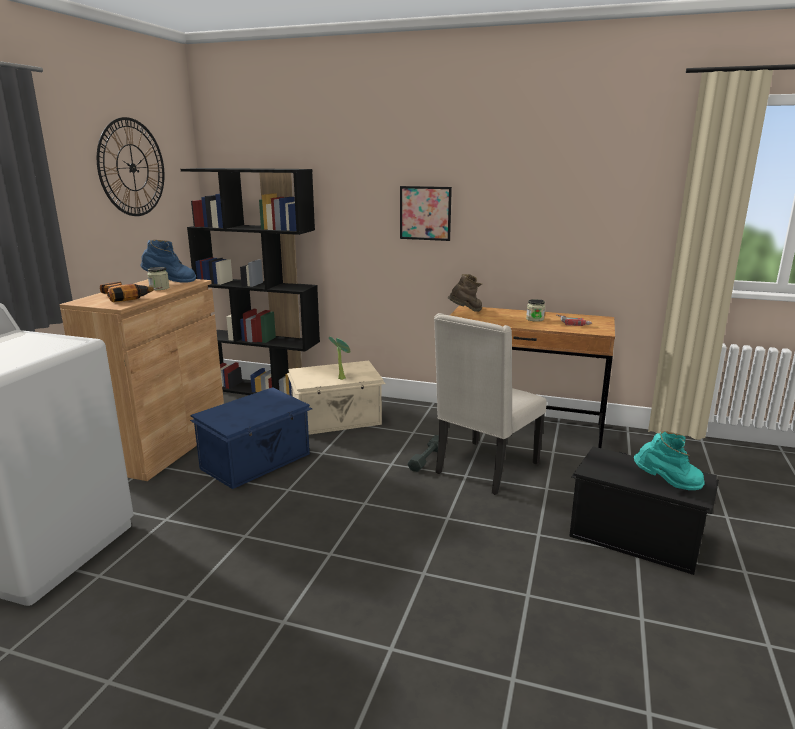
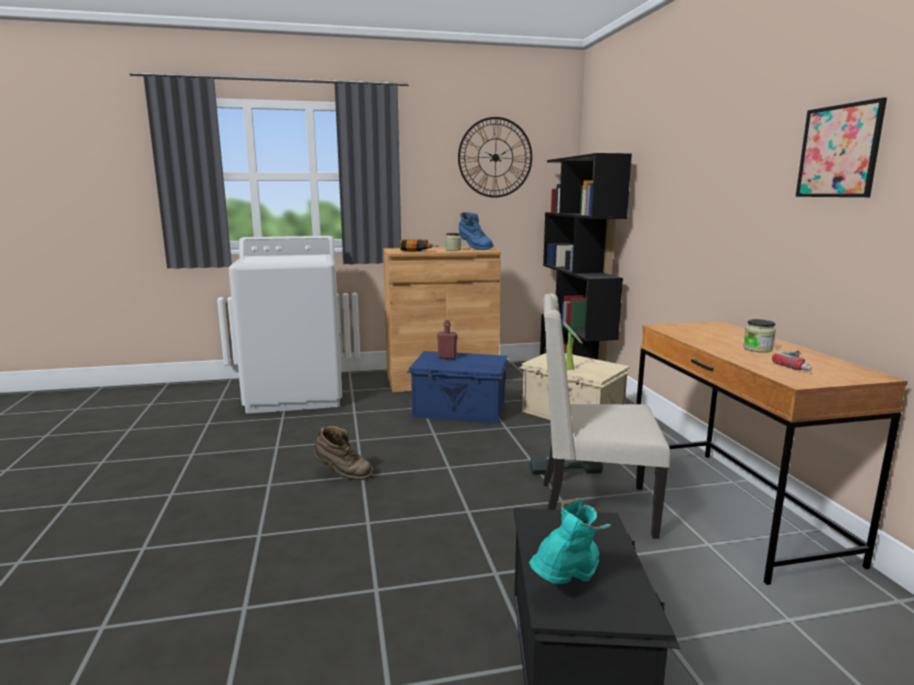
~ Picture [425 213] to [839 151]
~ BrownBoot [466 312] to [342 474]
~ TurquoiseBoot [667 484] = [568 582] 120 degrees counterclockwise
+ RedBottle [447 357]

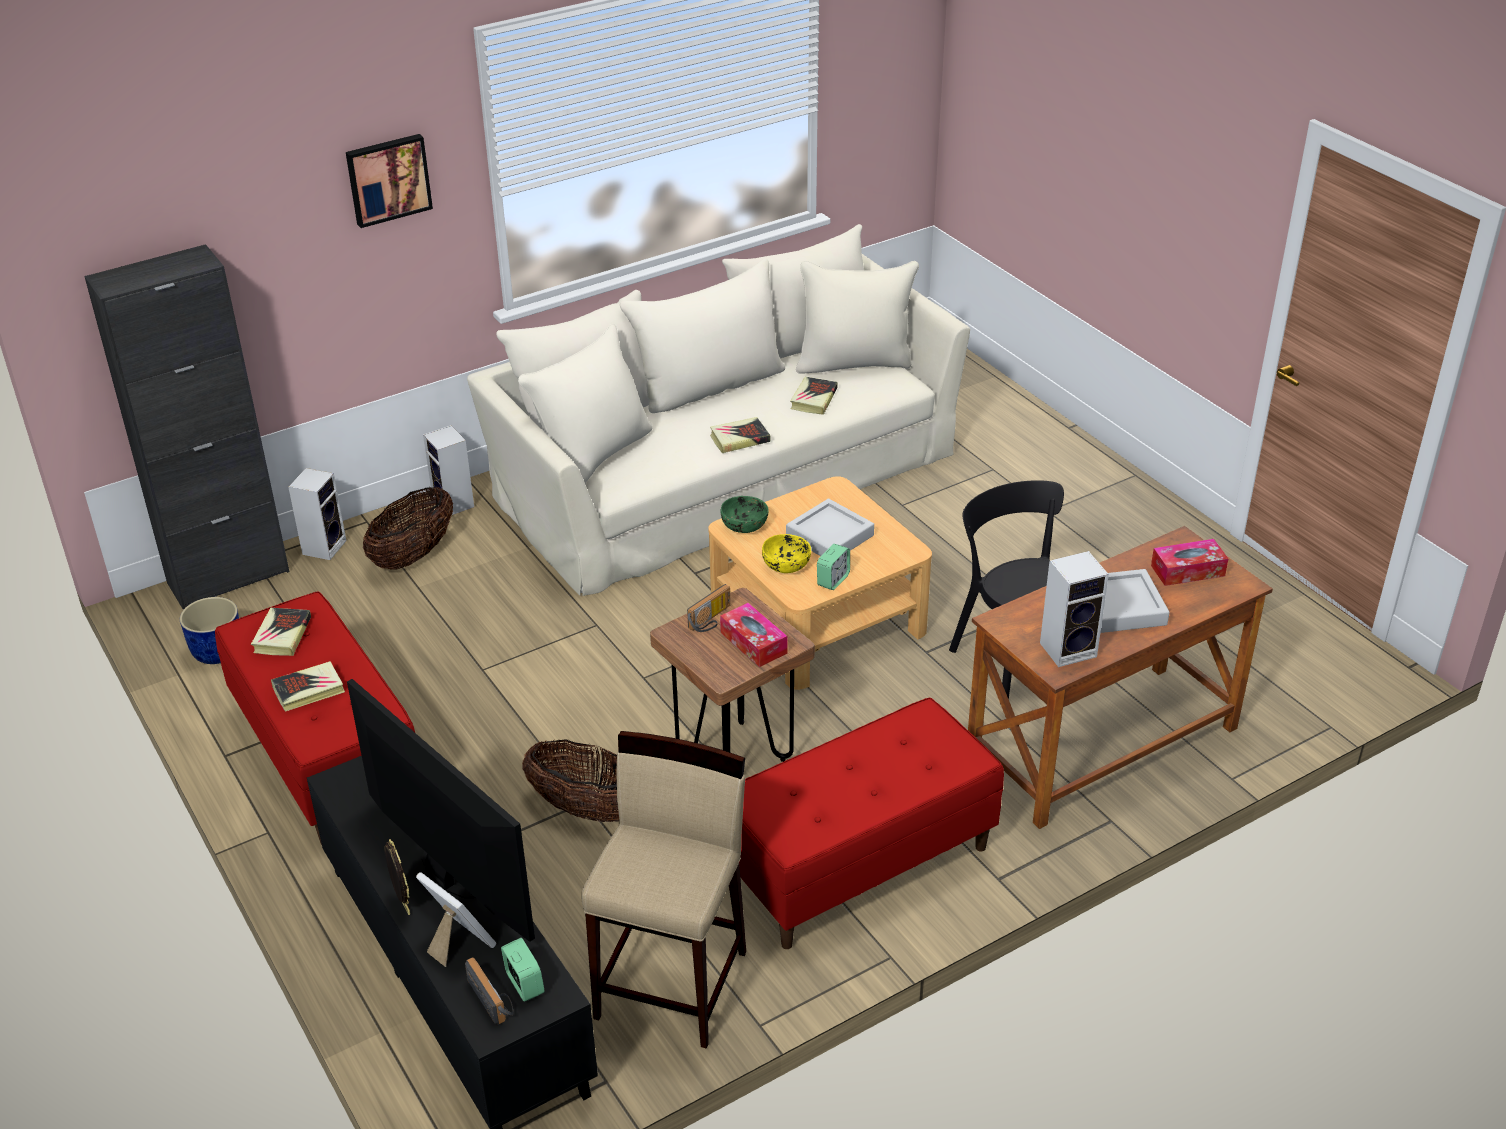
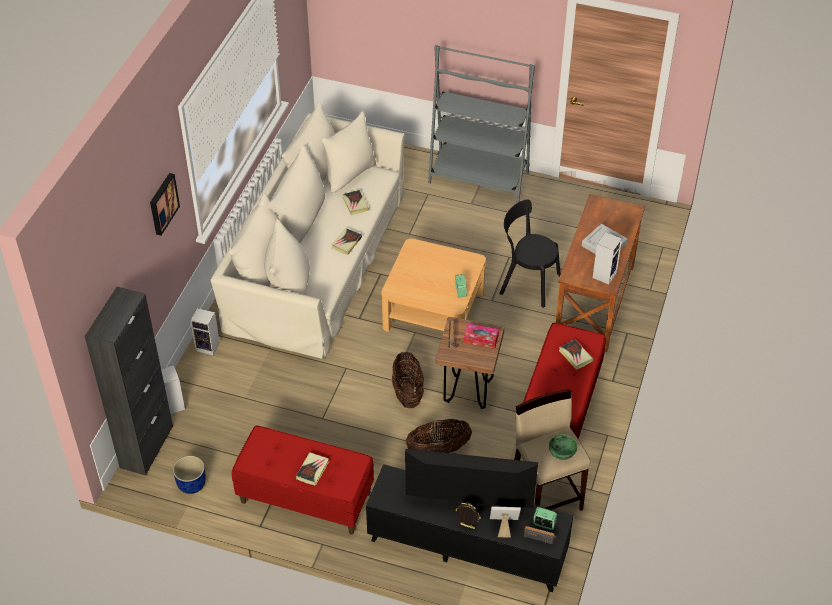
~ Book [282 635] to [575 356]
~ Basket [413 555] to [408 392]
~ GreenBowl [745 525] to [562 452]
- YellowBowl [786 565]
- GreyTray [829 536]
- TissueBox [1187 570]
+ GreyBookcase [478 178]

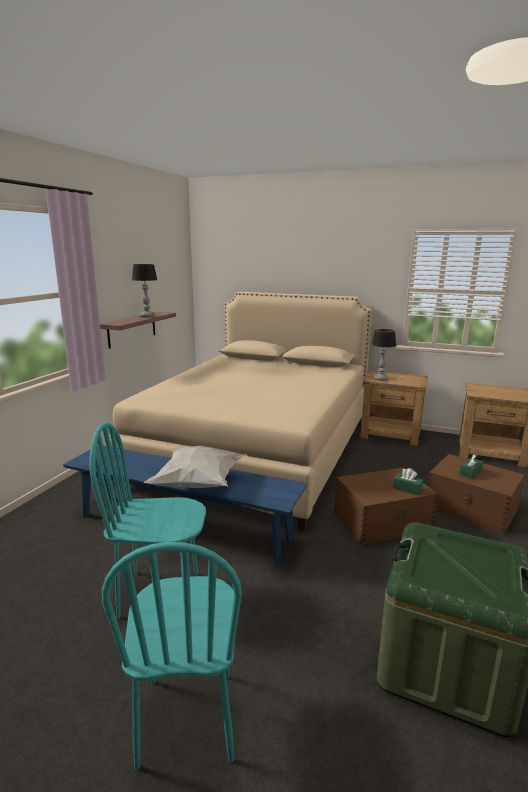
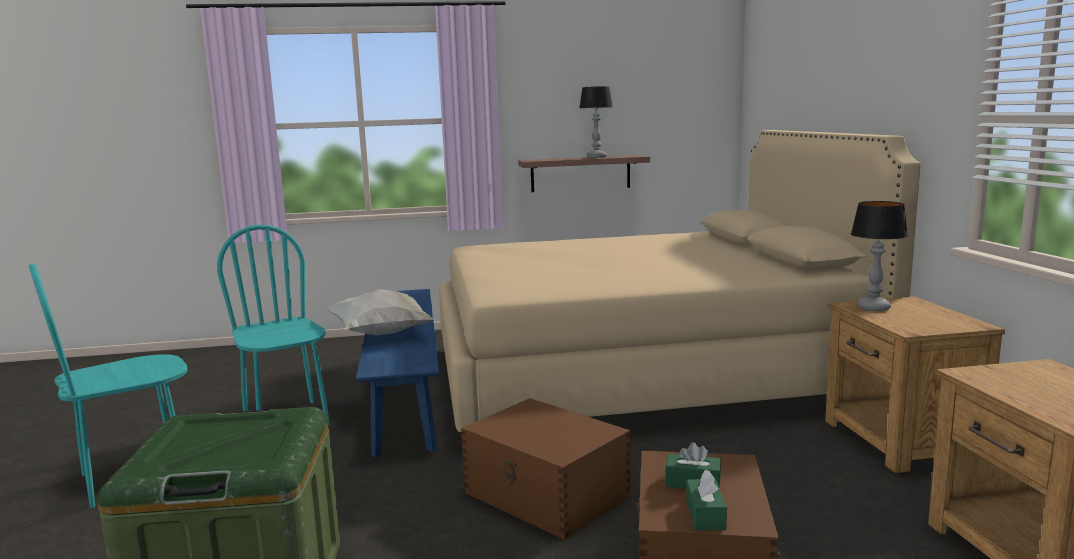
~ GreenTissueBox [407 488] to [705 515]

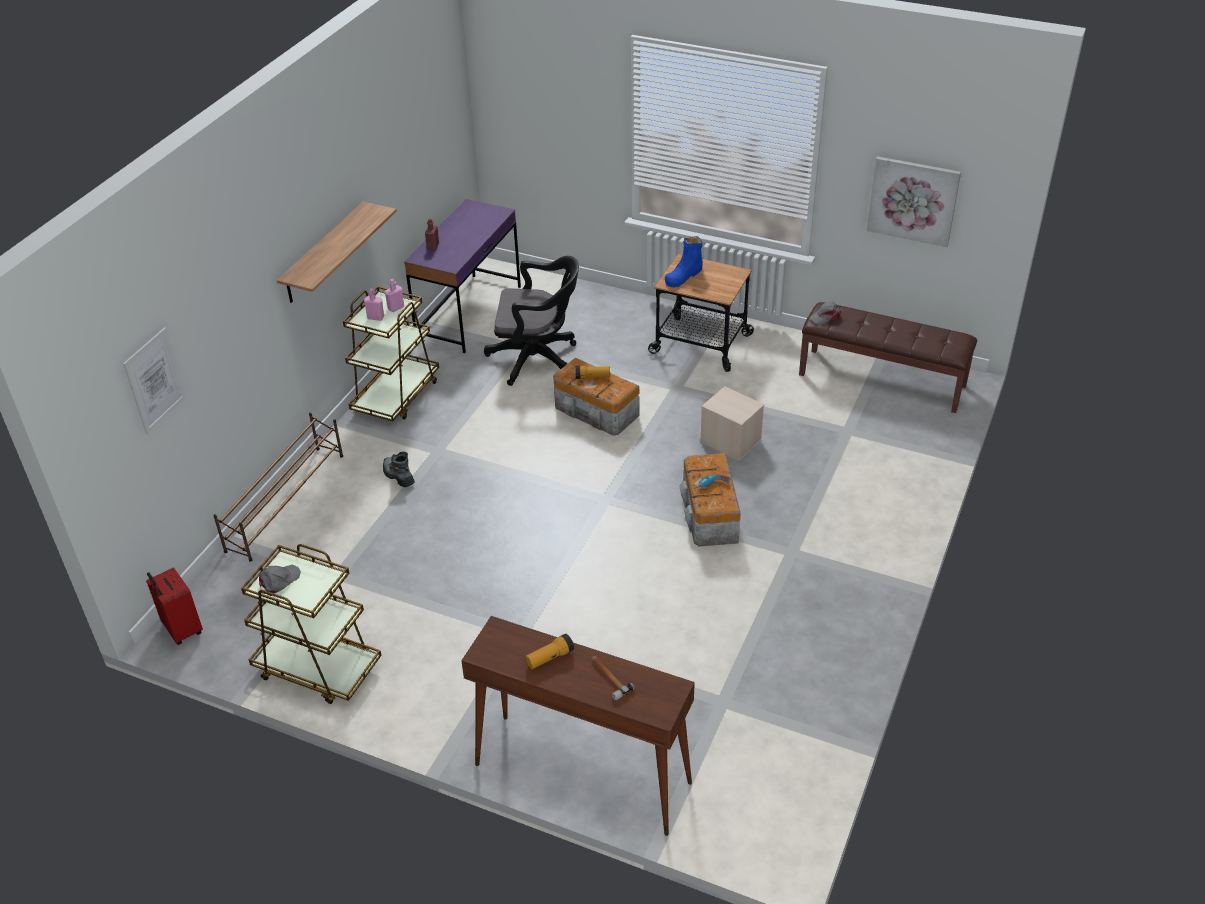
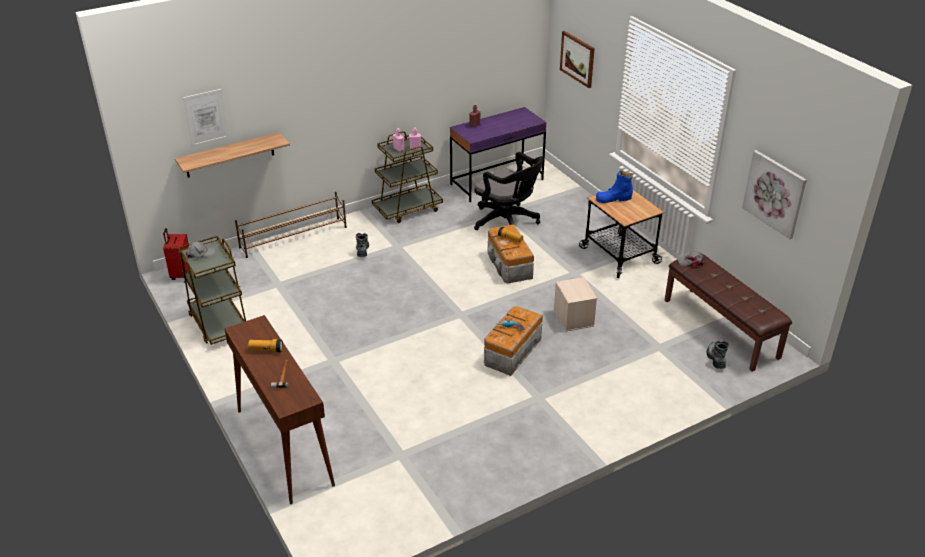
~ Shelf [324 253] to [229 155]
+ Picture [577 59]
+ Boot [715 359]

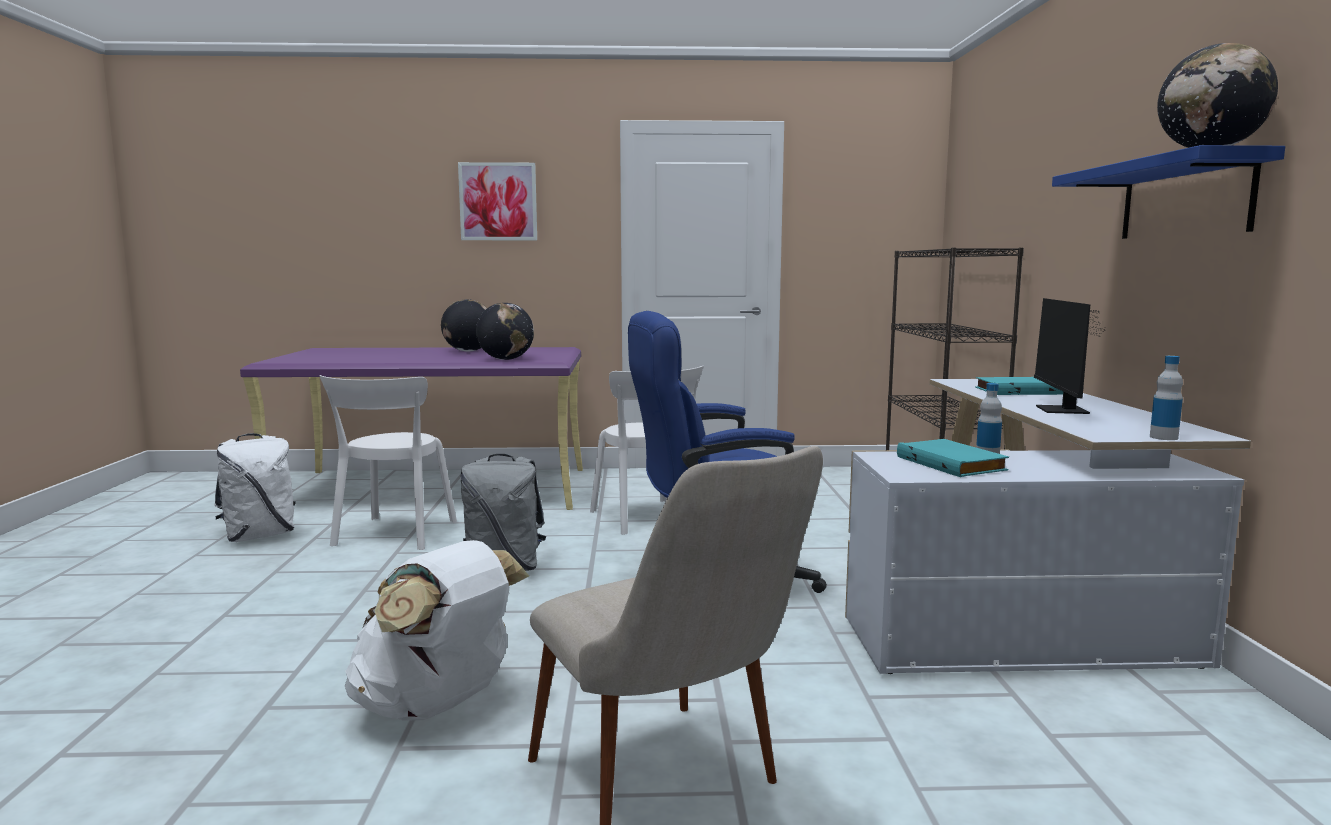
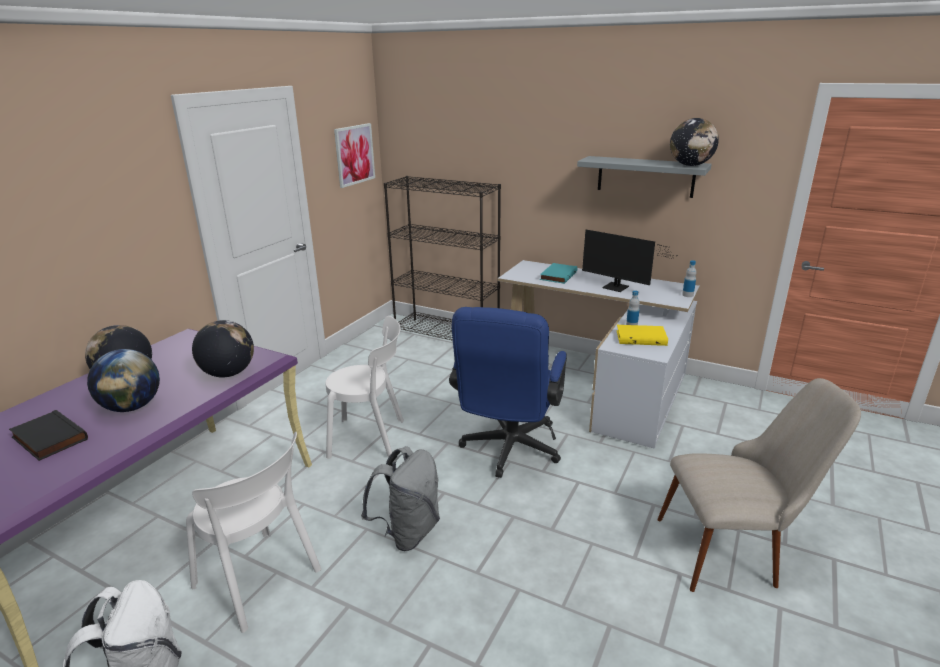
- WhiteBackpack [438 705]
~ Picture [498 201] to [354 154]
~ TurquoiseBook [953 463] to YellowBook [641 337]
~ BlueShelf [1184 199] to GreyShelf [645 176]
+ BlackBook [48 439]
+ Globe [132 407]

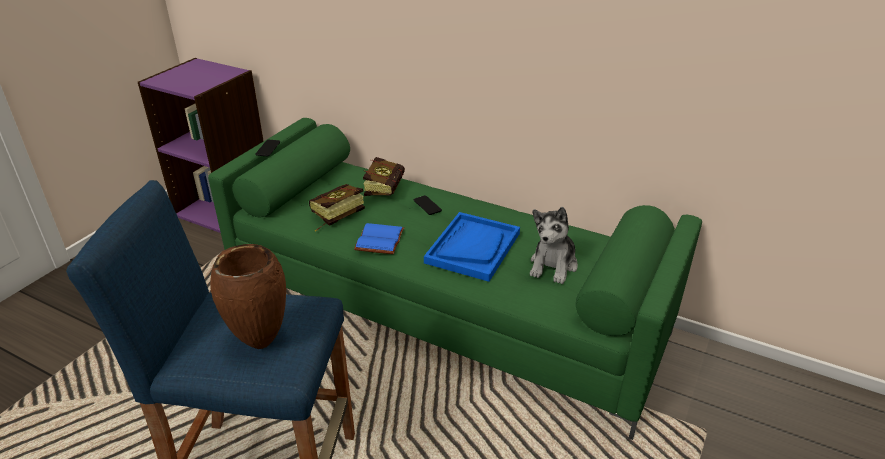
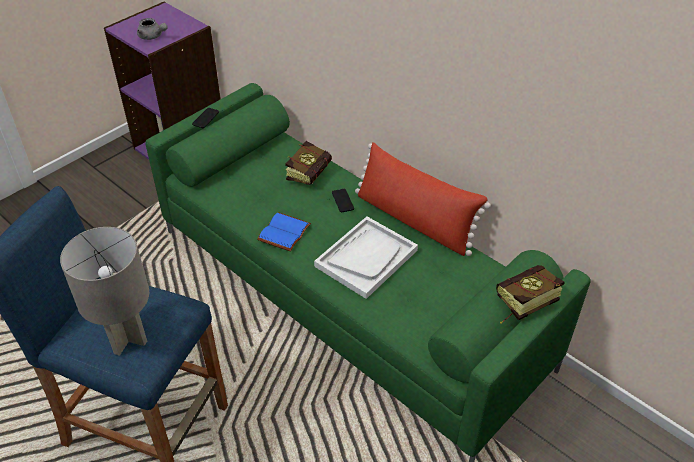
~ BrownVase [259 344] to GreyTableLamp [126 339]
~ Book [333 217] to [521 304]
~ BlueTray [473 248] to WhiteTray [366 258]
- PlushToy [553 265]
+ GreyTeapot [152 36]
+ RedPillow [414 221]

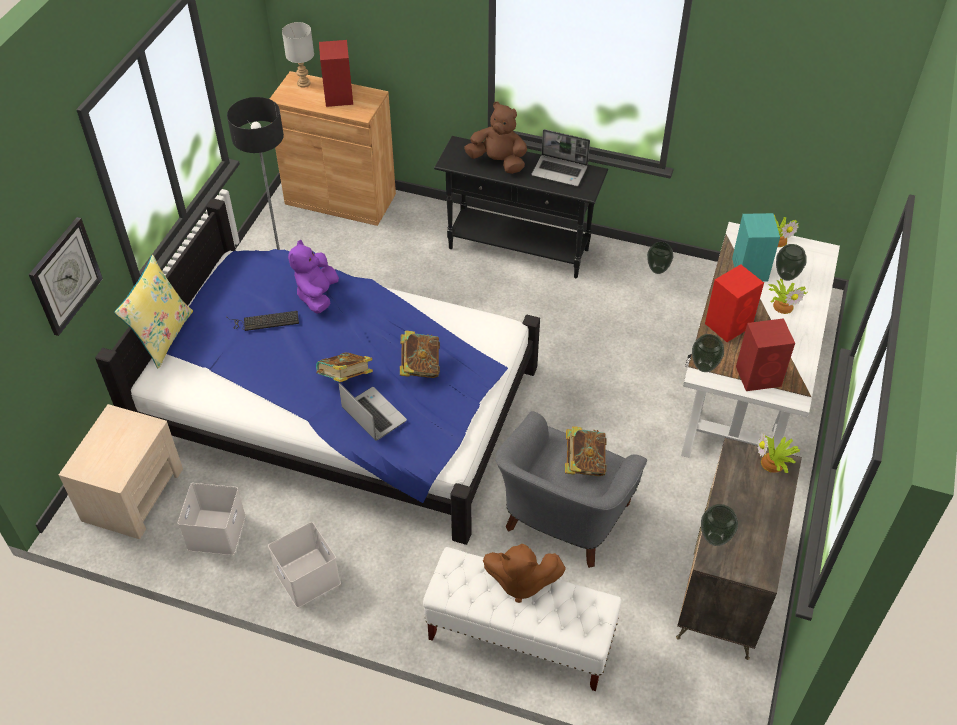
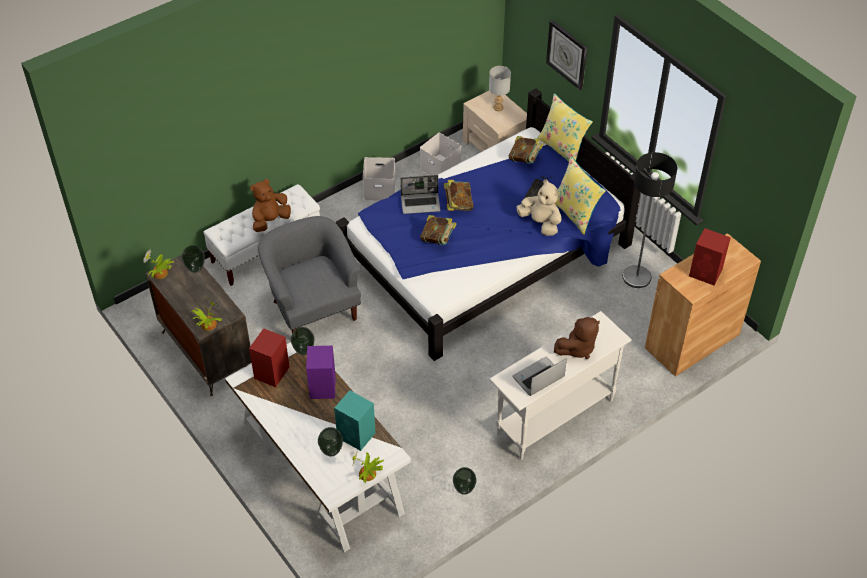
~ GreyTableLamp [303 83] to [498 107]
~ PurplePlushToy [317 295] to BeigePlushToy [540 223]
~ BlackConsoleTable [519 249] to WhiteConsoleTable [554 417]
~ Book [584 463] to [525 159]
~ RedSpeaker [729 324] to PurpleSpeaker [322 388]
~ PottedPlant [783 305] to [160 274]
+ YellowPillow [575 213]

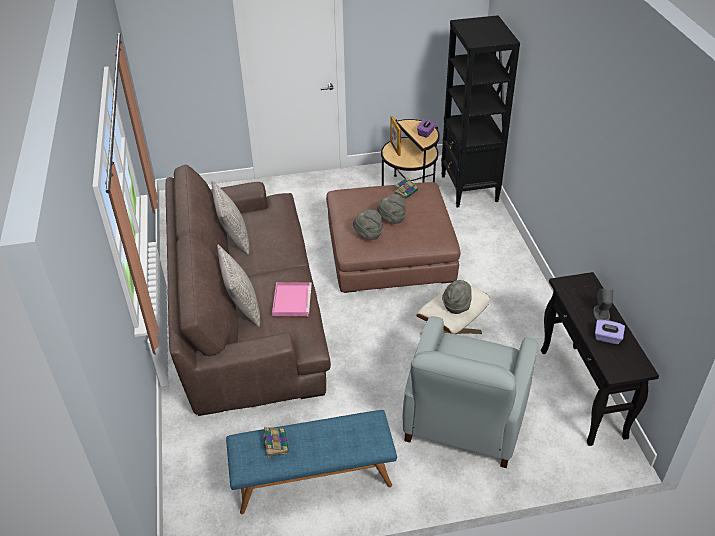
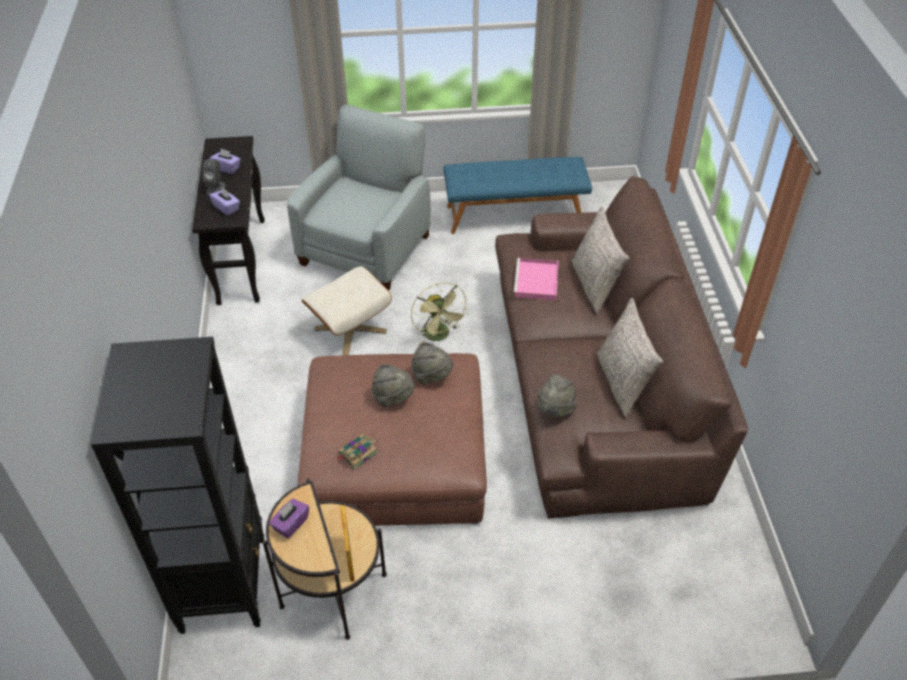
- Book [275 444]
~ GreyHat [456 305] to [555 410]
+ PurpleTissueBox [226 208]
+ GreenFan [440 336]

